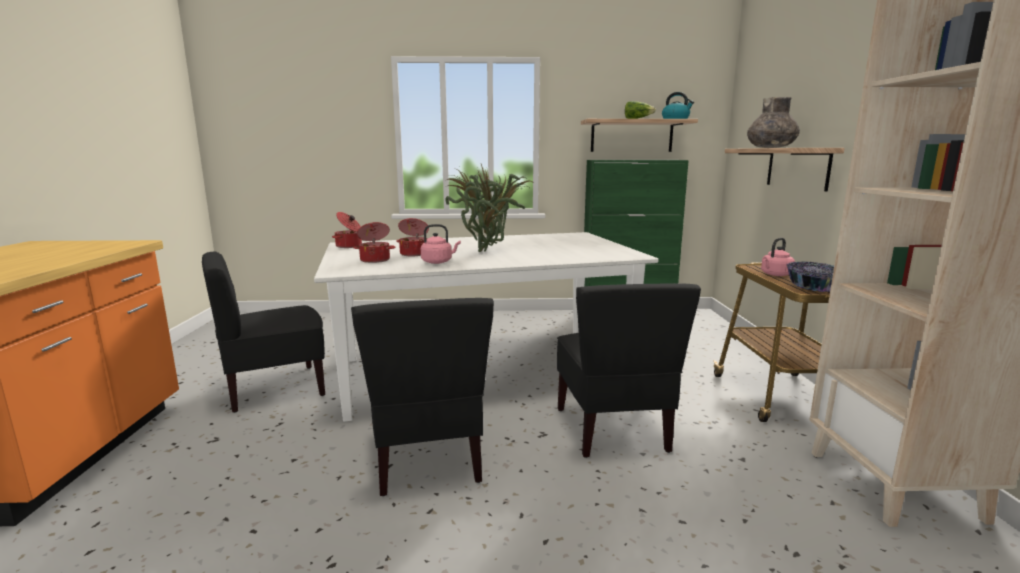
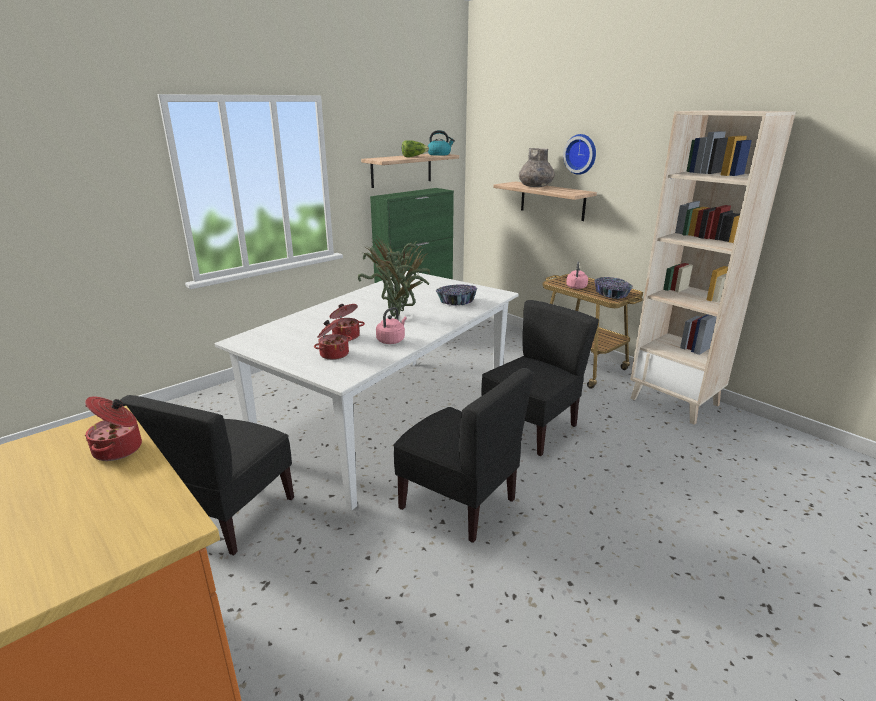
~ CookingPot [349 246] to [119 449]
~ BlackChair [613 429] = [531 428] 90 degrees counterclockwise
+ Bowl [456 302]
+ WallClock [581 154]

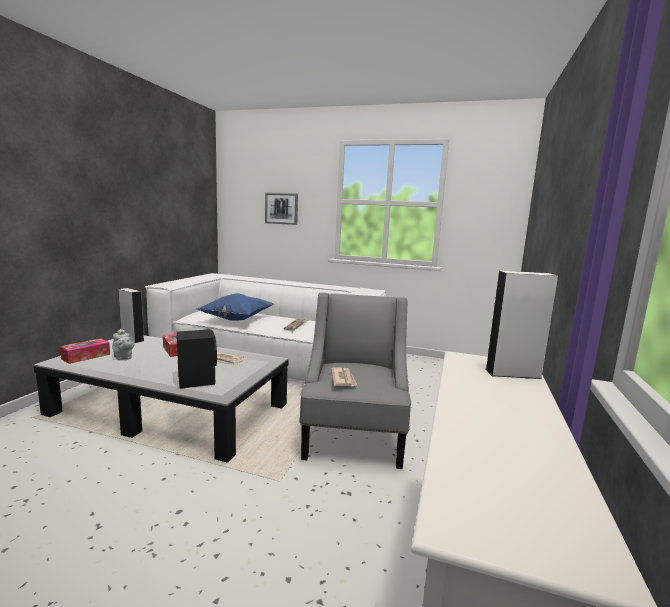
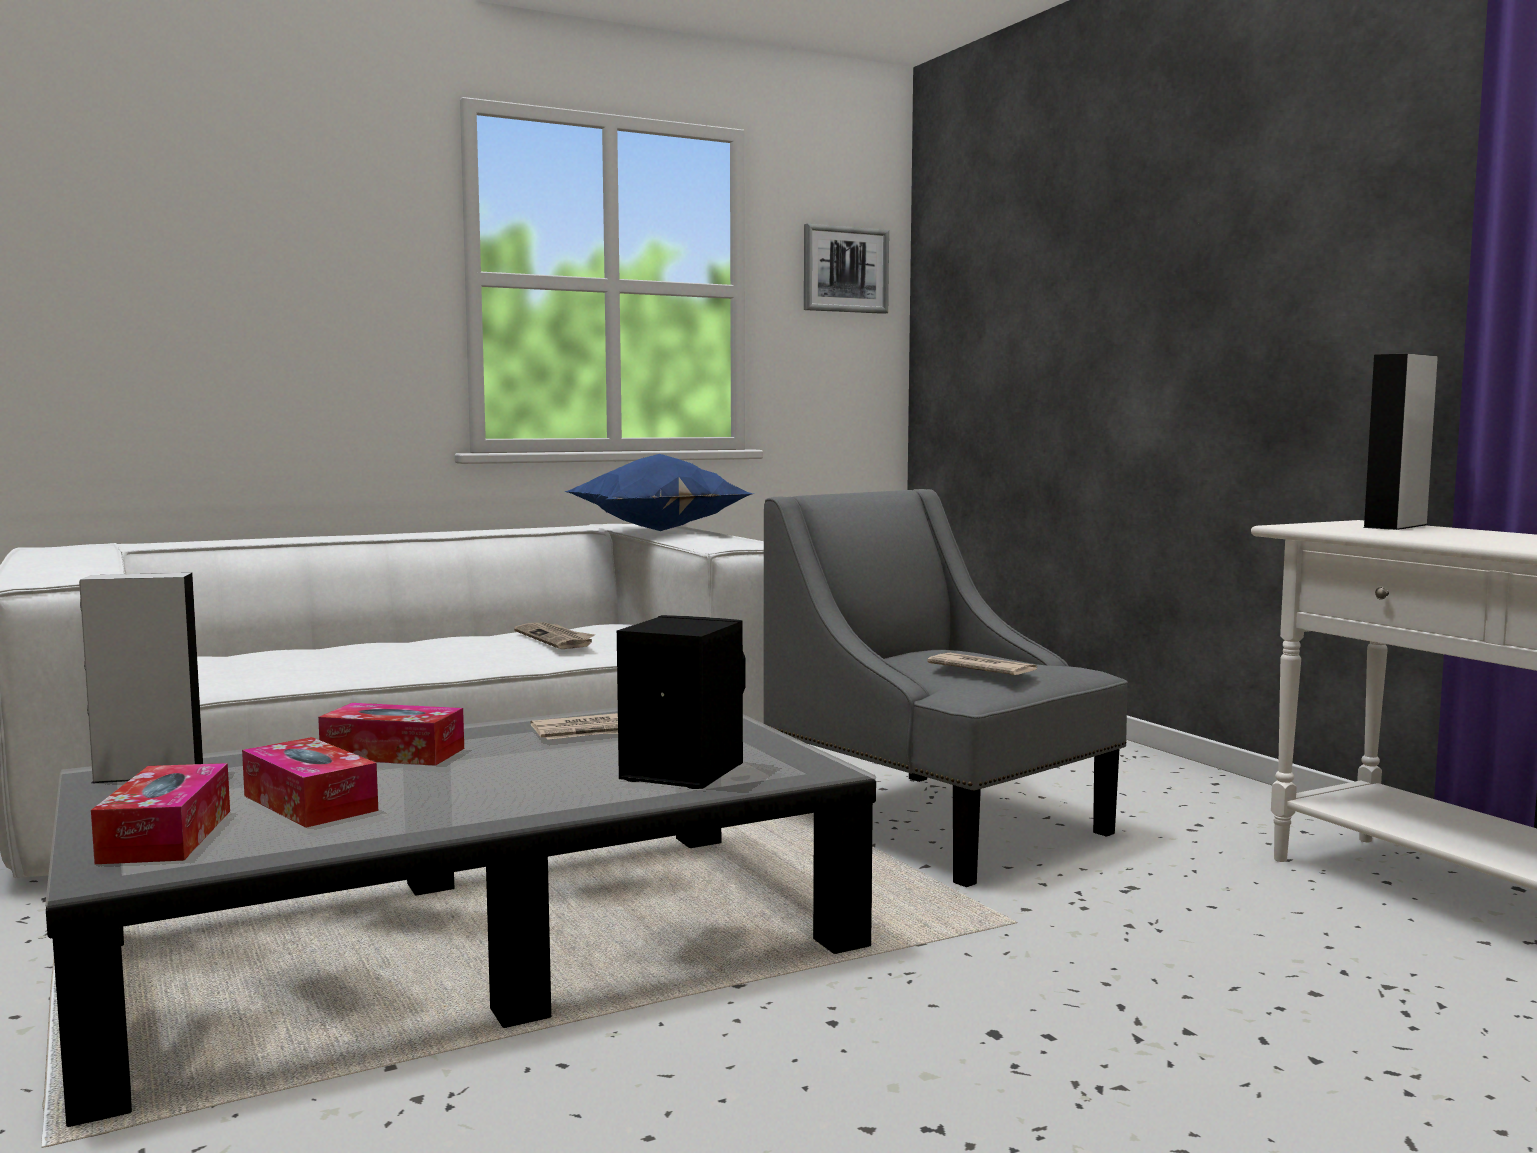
~ GreyTeapot [123 358] to TissueBox [310 803]
~ BluePillow [236 320] to [655 531]
~ Picture [281 208] to [845 269]

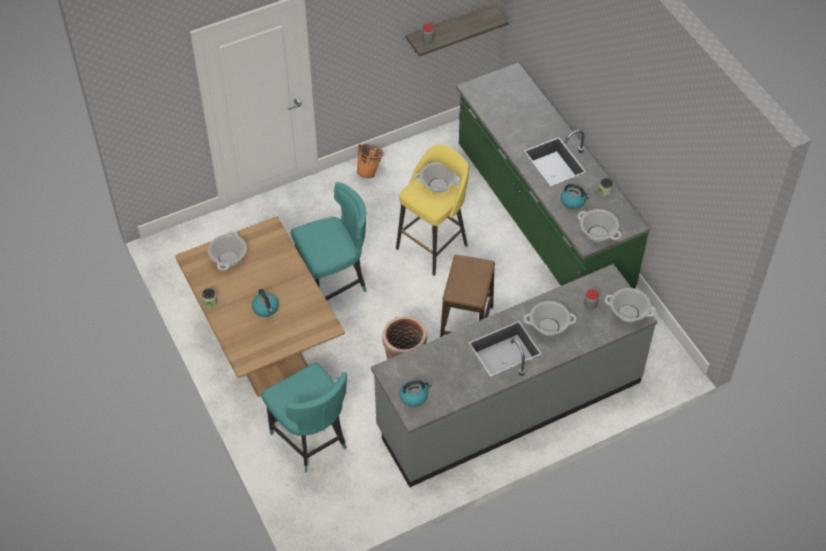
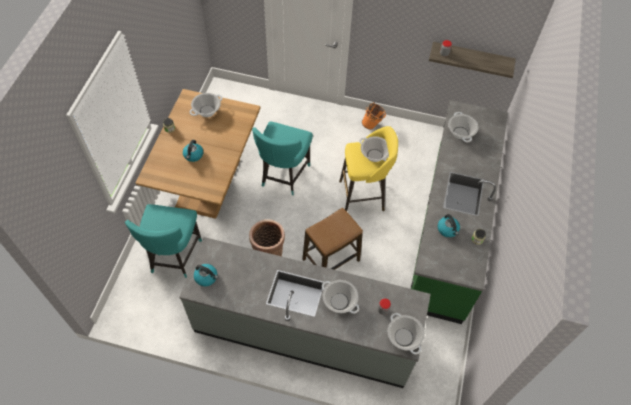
~ TurquoiseChair [334 283] = [283 175] 90 degrees clockwise
~ CookingPot [597 233] to [460 133]

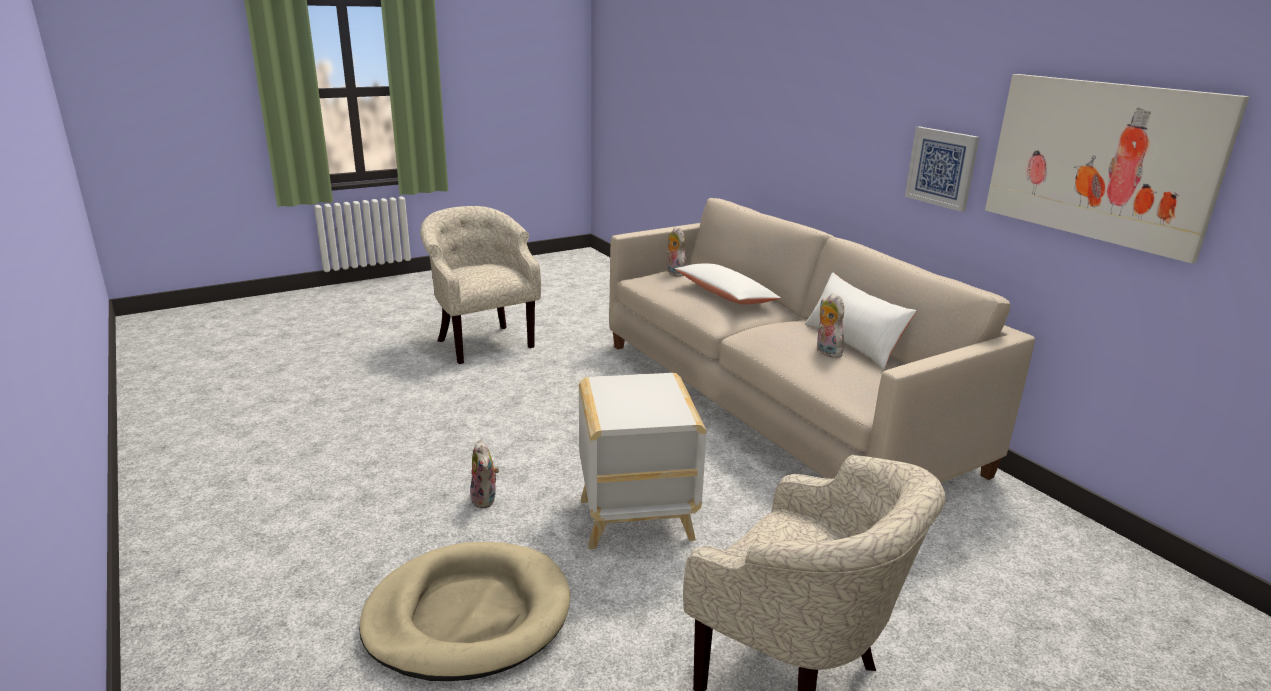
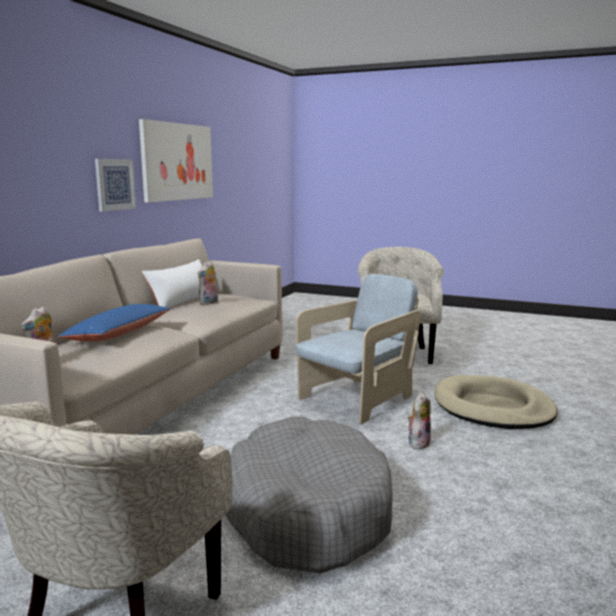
~ WhiteSideTable [634 519] to BeigeArmchair [357 399]
~ WhitePillow [725 295] to BluePillow [119 334]
+ GreyDogBed [306 510]

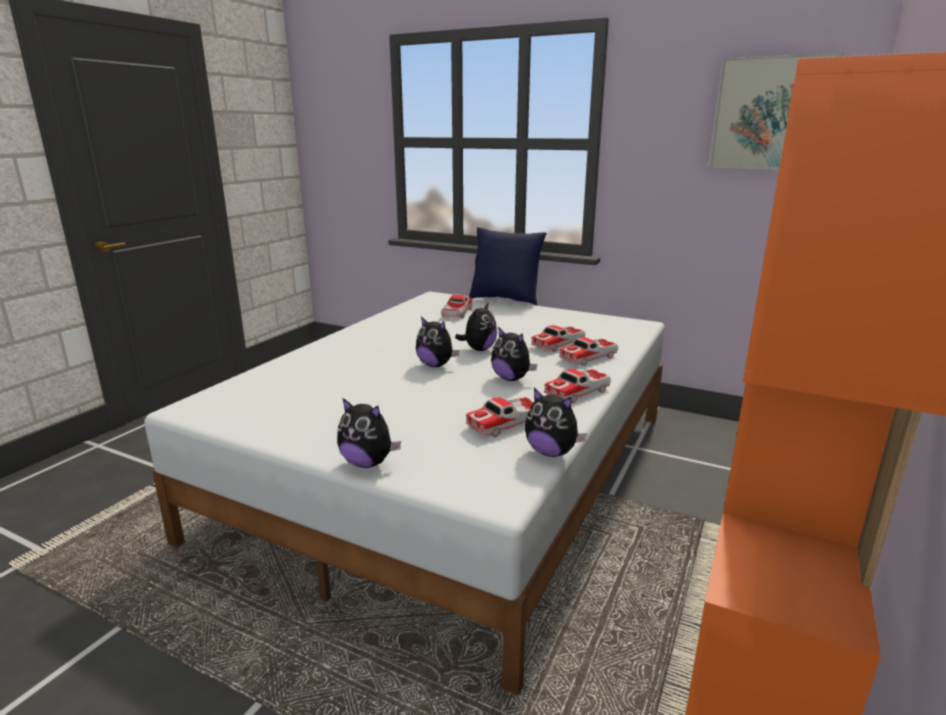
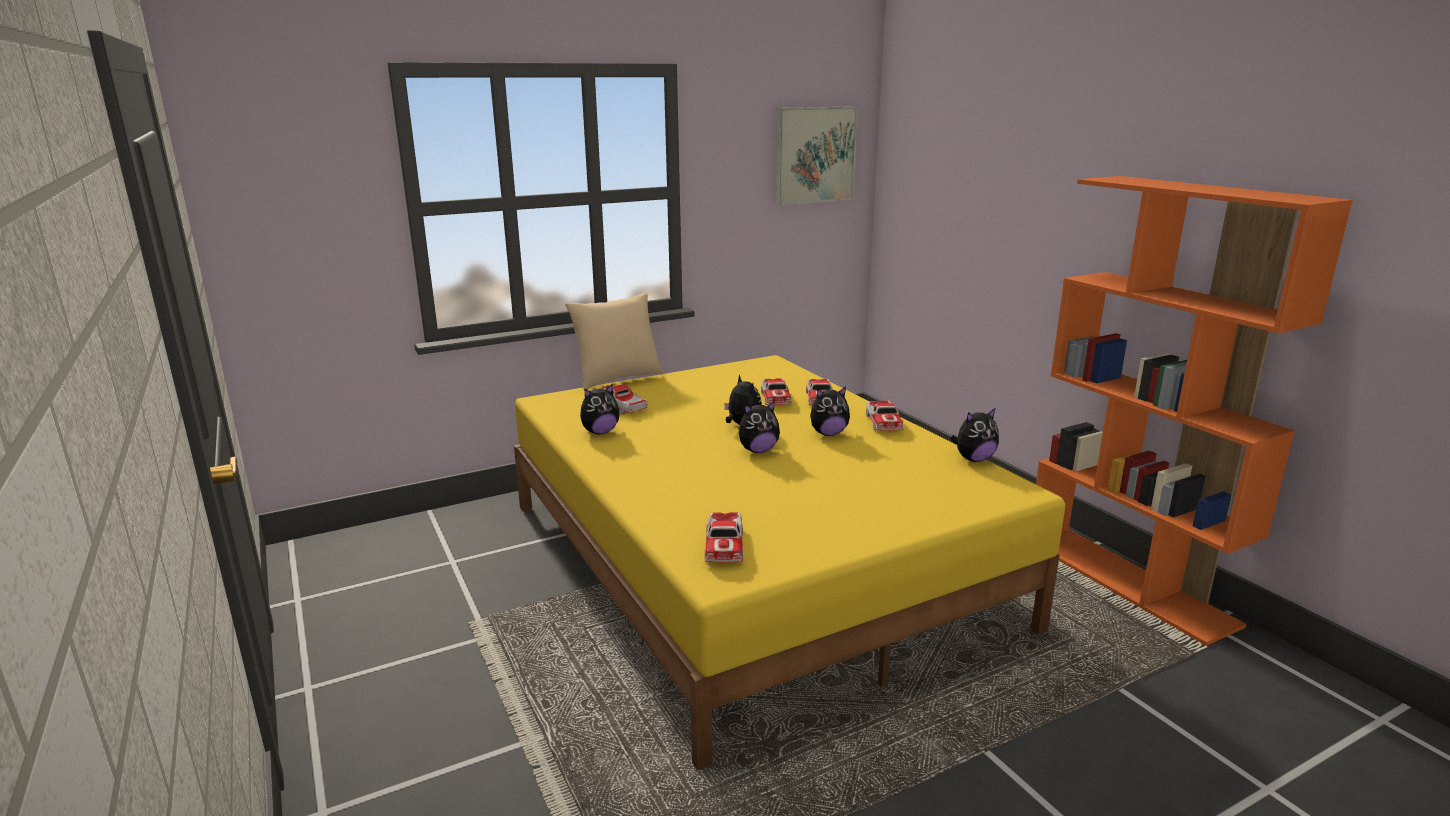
~ WhiteBed [456 472] to YellowBed [750 561]
~ PlushToy [368 463] to [600 432]
~ ToyCar [505 424] to [724 546]
~ BluePillow [505 299] to BeigePillow [617 379]

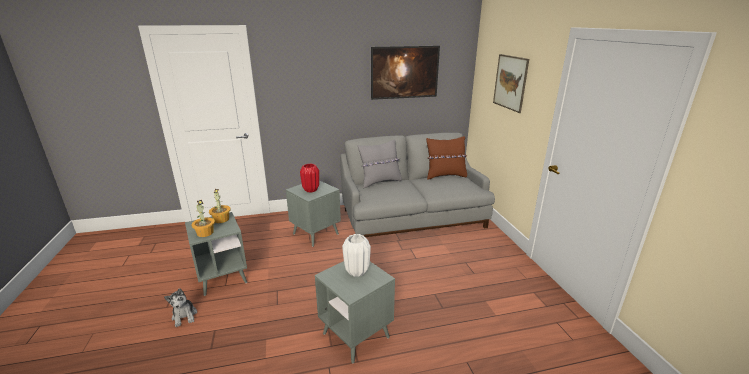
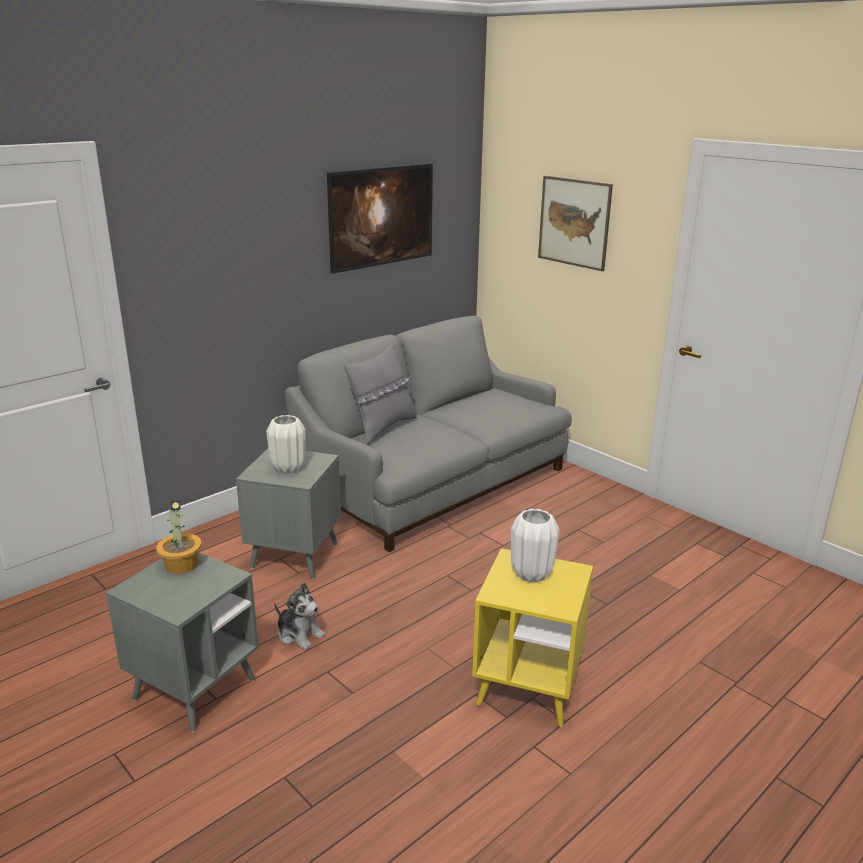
~ PlushToy [185 316] to [299 634]
- PottedPlant [205 232]
~ RedVase [311 190] to WhiteVase [288 468]
~ GreySideTable [356 335] to YellowSideTable [528 687]
- BrownPillow [445 176]

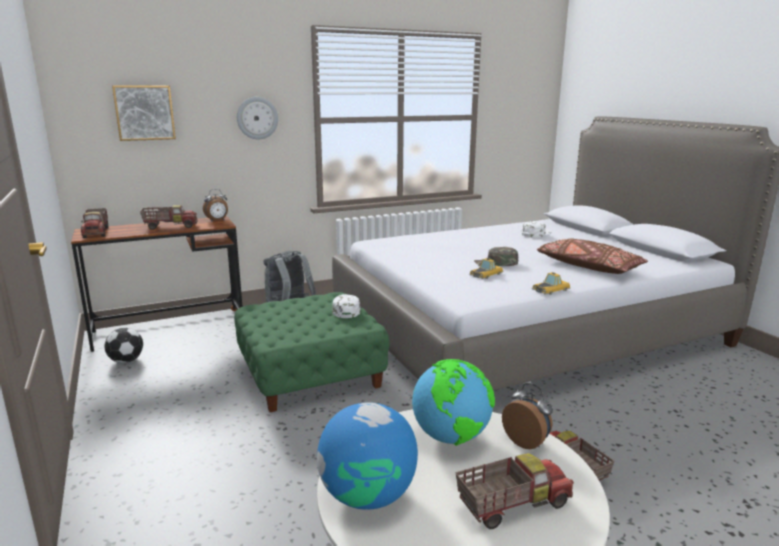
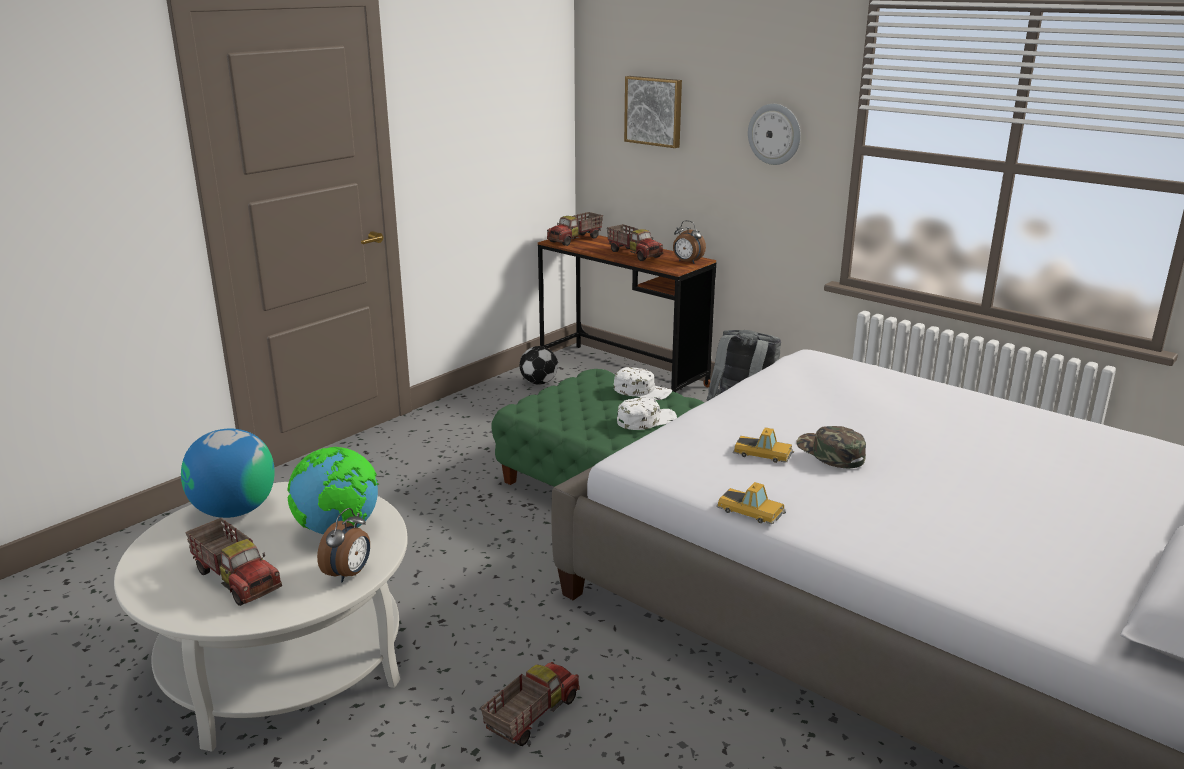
~ WhiteCap [535 234] to [642 391]
- BrownPillow [588 266]

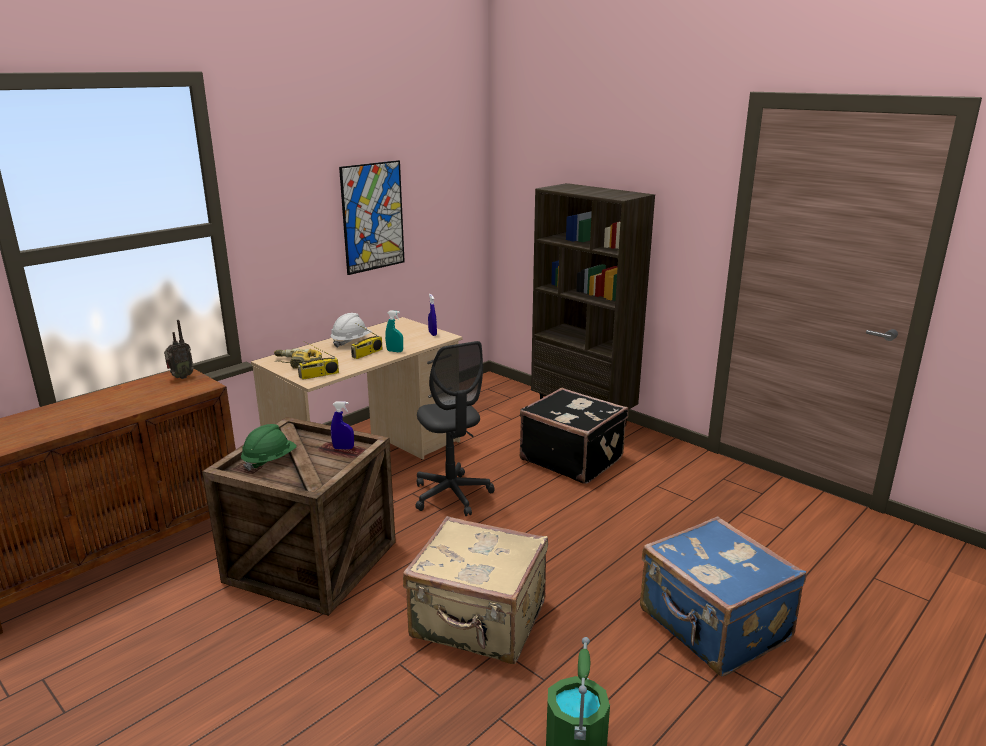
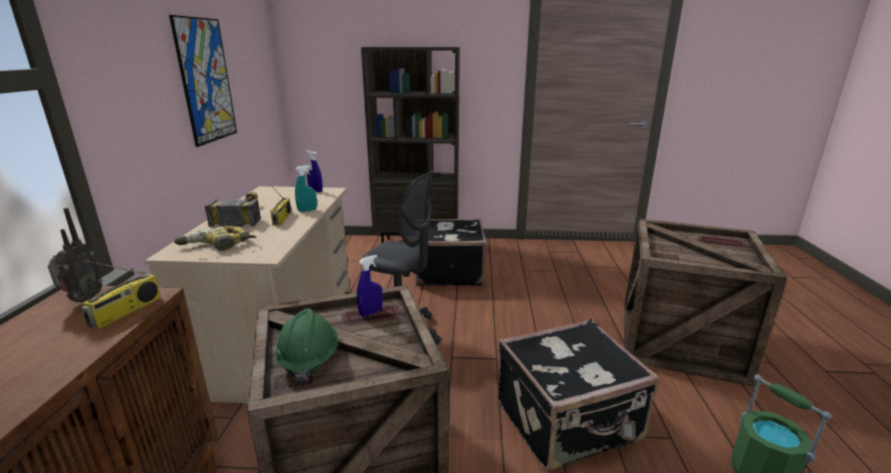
~ Radio [319 375] to [126 312]
~ WhiteHardHat [351 342] to Hammer [244 214]
~ BeigeSuitcase [479 622] to BlackSuitcase [568 423]
~ BlueSuitcase [712 626] to Crate [681 340]

